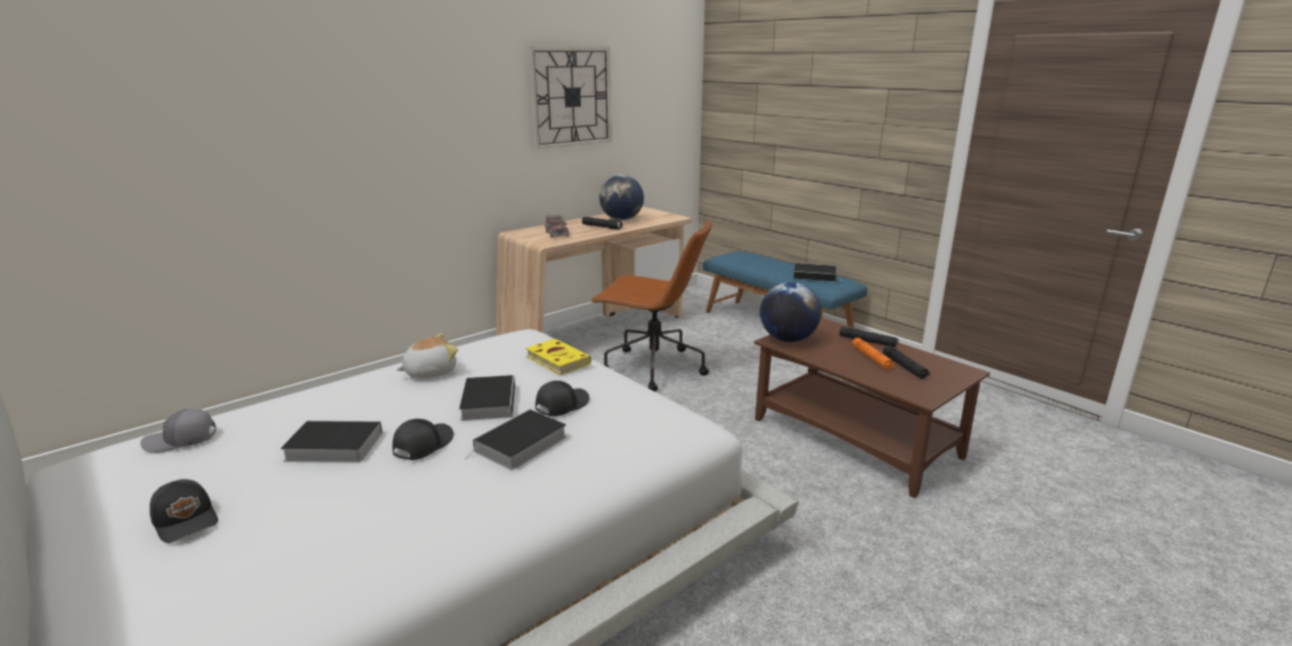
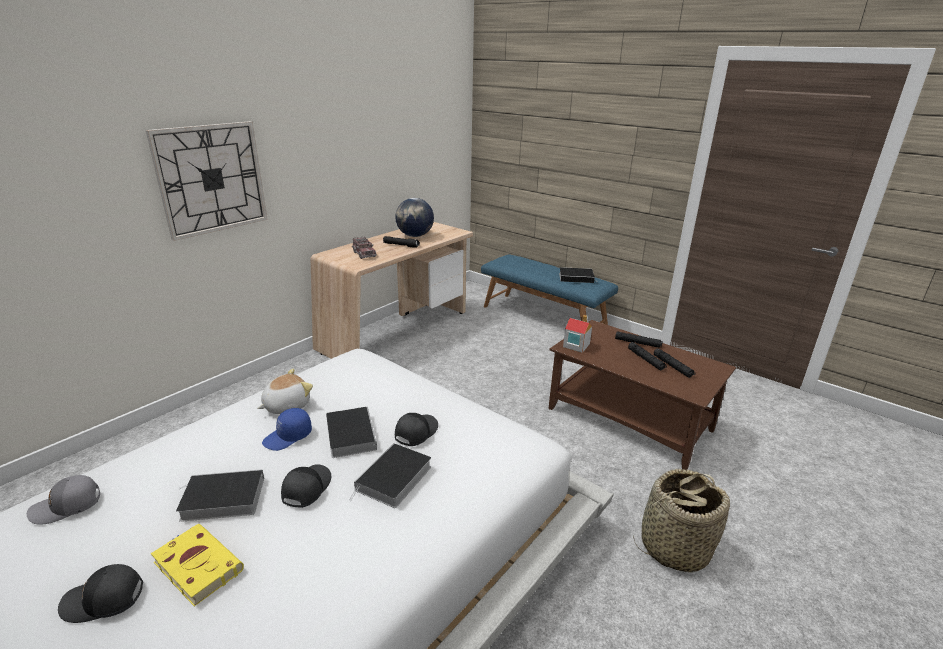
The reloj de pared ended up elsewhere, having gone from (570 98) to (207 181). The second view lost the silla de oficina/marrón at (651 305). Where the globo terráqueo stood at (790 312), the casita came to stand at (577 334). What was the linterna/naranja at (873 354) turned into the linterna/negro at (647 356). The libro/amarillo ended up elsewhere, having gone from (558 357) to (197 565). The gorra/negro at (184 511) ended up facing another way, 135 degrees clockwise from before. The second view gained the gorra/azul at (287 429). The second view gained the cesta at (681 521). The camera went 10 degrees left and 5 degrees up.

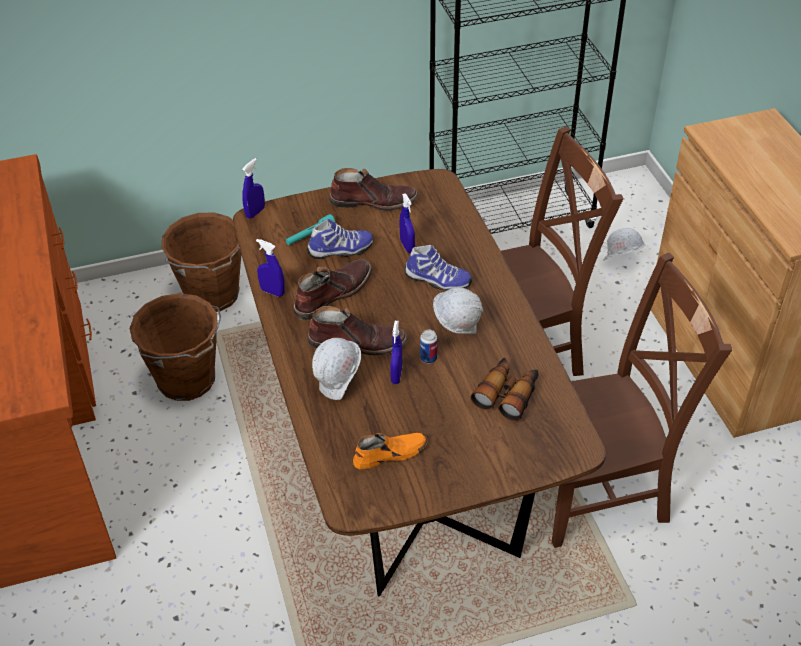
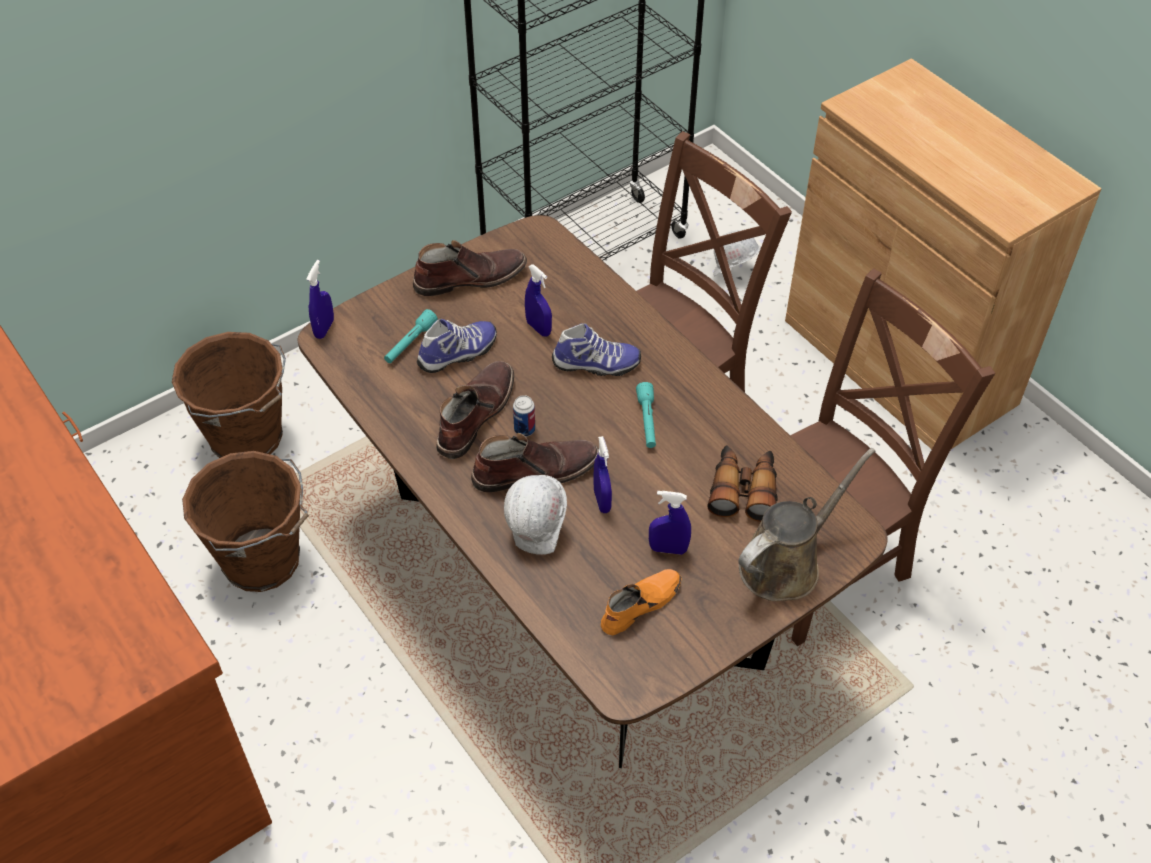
The pulverizador/azul ended up elsewhere, having gone from (270 268) to (670 523). Where the casco/blanco stood at (458 310), the linterna/turquesa came to stand at (646 415). The lata ended up elsewhere, having gone from (429 346) to (524 416). The second view gained the regadera/marrón at (806 524). The camera went 20 degrees left and 5 degrees up.

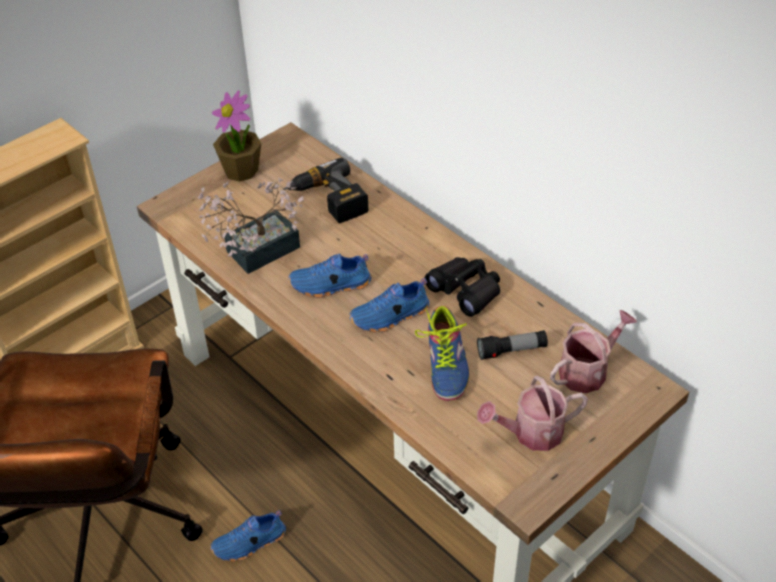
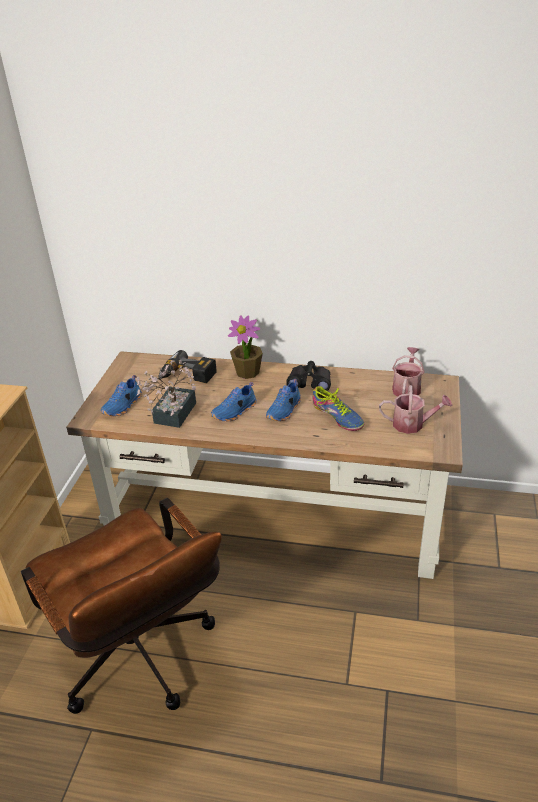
The planta en maceta ended up elsewhere, having gone from (236 136) to (245 347). The second view lost the linterna at (512 345). The regadera at (532 413) ended up facing another way, 120 degrees counterclockwise from before. The zapato/azul ended up elsewhere, having gone from (248 536) to (121 395). The camera went 35 degrees left and 10 degrees down.

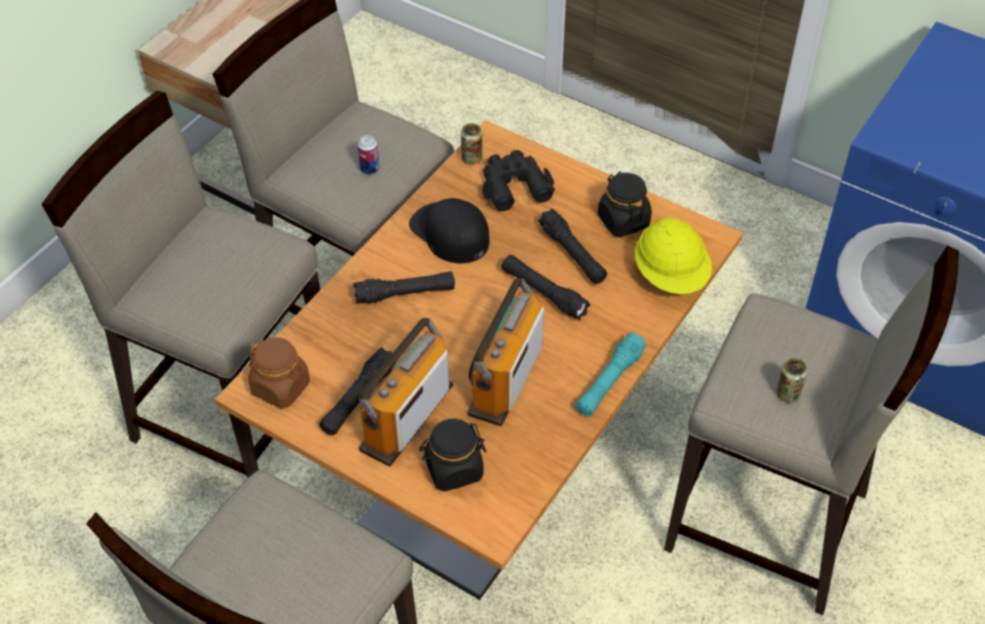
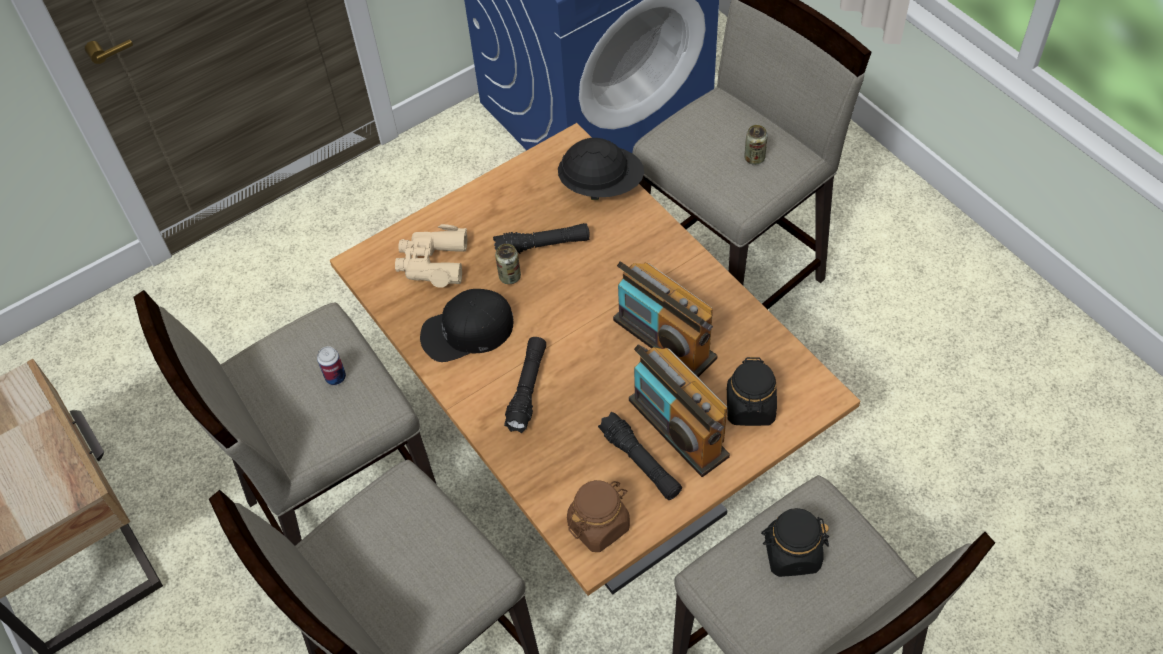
The lata ended up elsewhere, having gone from (471 143) to (508 264). What was the prismáticos/negro at (518 180) turned into the prismáticos/beis at (431 256). The tarro/negro ended up elsewhere, having gone from (625 204) to (795 542). What was the casco/amarillo at (673 255) turned into the casco/negro at (601 169). The second view lost the linterna/negro at (546 288). The second view lost the linterna/turquesa at (611 374). The camera went 65 degrees left and 5 degrees up.

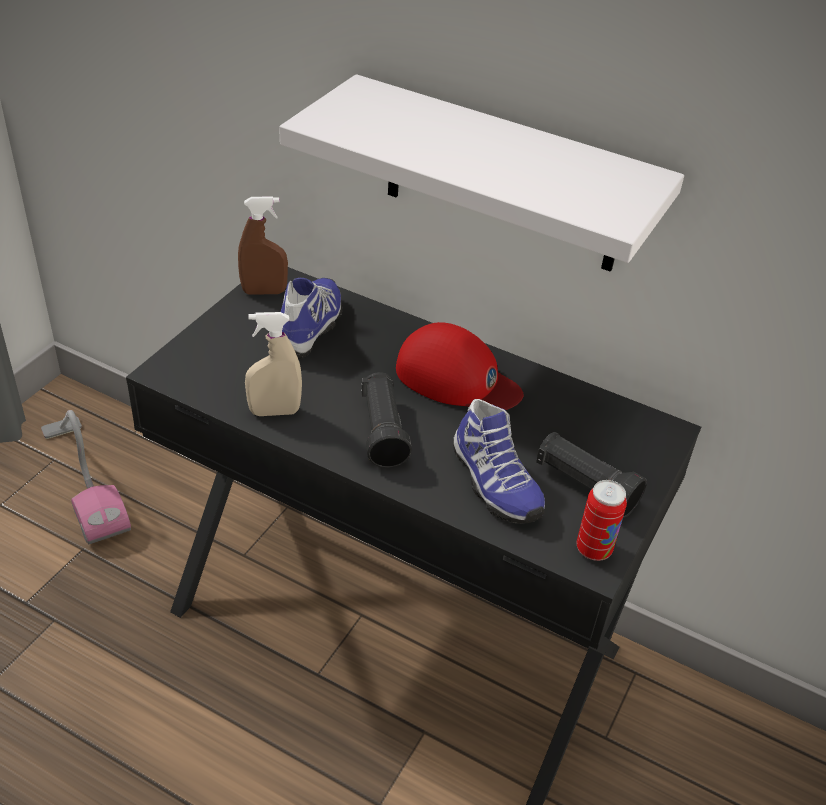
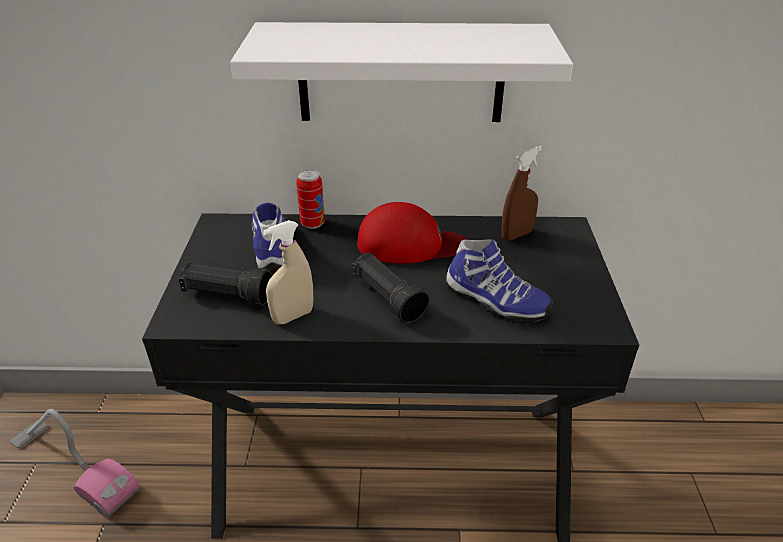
The pulverizador/marrón ended up elsewhere, having gone from (263 245) to (521 193). The linterna/negro ended up elsewhere, having gone from (591 475) to (225 284). The lata ended up elsewhere, having gone from (602 520) to (310 199). The camera went 25 degrees left and 5 degrees down.

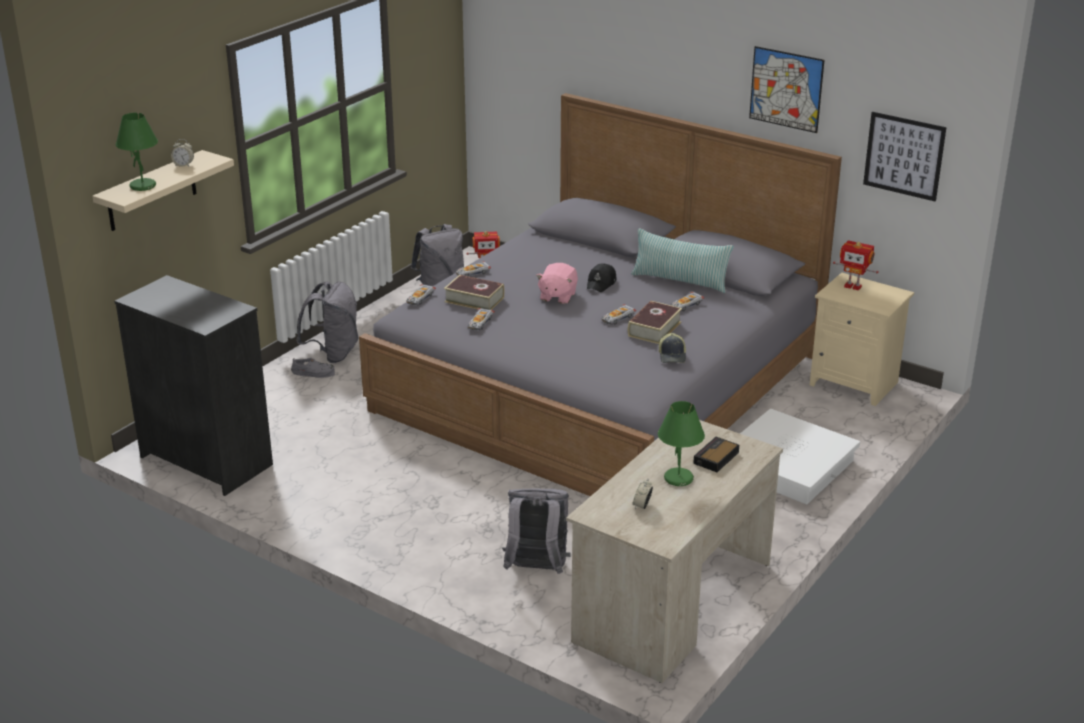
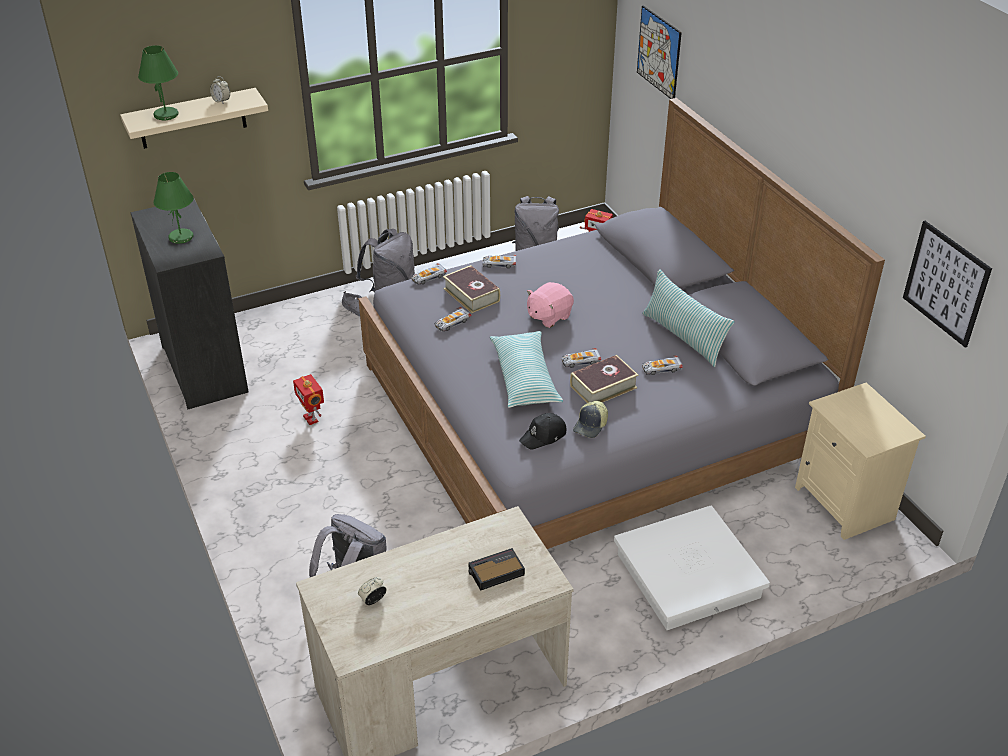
The cuadro ended up elsewhere, having gone from (786 89) to (659 52). The robot de juguete ended up elsewhere, having gone from (856 265) to (308 399). The gorra/negro ended up elsewhere, having gone from (602 278) to (542 431). The lámpara de mesa/verde ended up elsewhere, having gone from (681 443) to (173 208). The second view gained the cojín at (526 369). The camera went 30 degrees right and 10 degrees up.

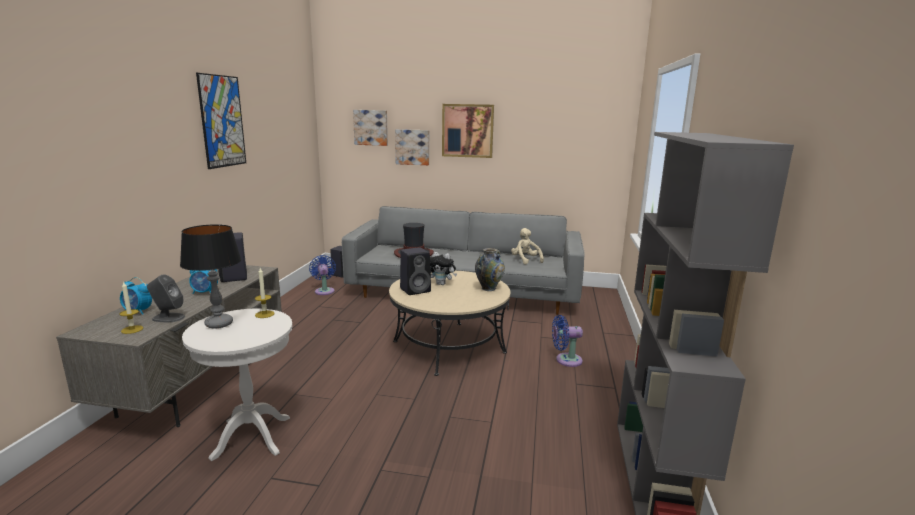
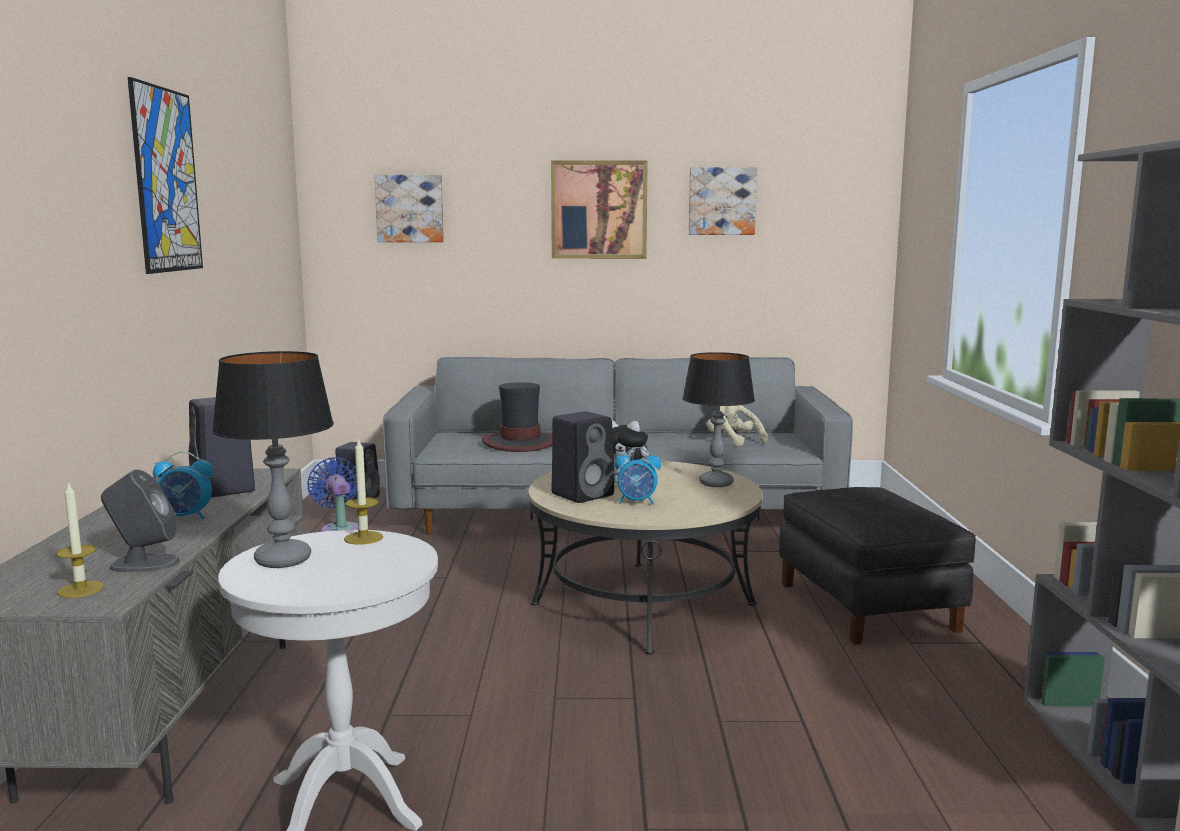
The cuadro ended up elsewhere, having gone from (412 147) to (723 201). Where the florero stood at (490 269), the lámpara de mesa came to stand at (718 419). The despertador ended up elsewhere, having gone from (136 296) to (638 475). Where the ventilador/azul stood at (567 341), the puf/negro came to stand at (877 566). The camera went 10 degrees left and 5 degrees down.

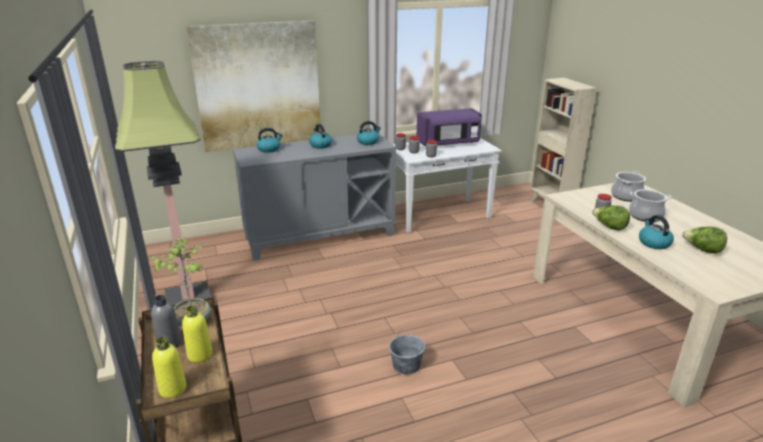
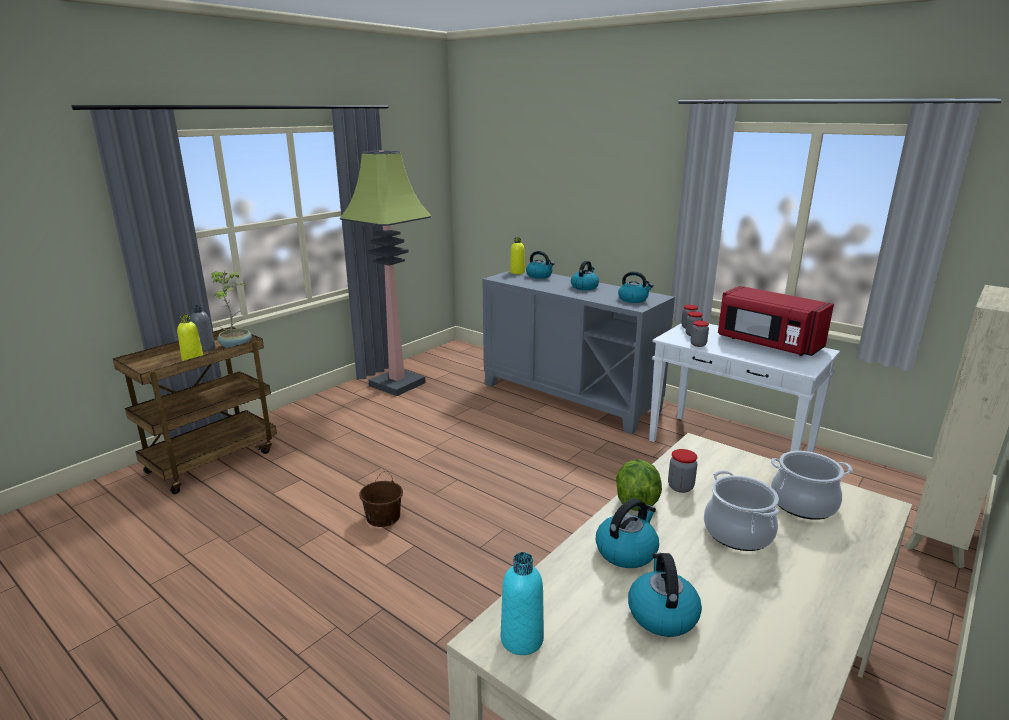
The second view lost the cuadro at (253 86). What was the microondas/morado at (449 127) turned into the microondas/rojo at (776 321). Where the lechuga stood at (704 240), the hervidor came to stand at (665 595). What was the cubo/gris at (407 351) turned into the cubo/marrón at (381 499). The botella/amarillo ended up elsewhere, having gone from (169 367) to (517 255). The second view gained the botella/turquesa at (522 603). The camera went 60 degrees right and 5 degrees down.

